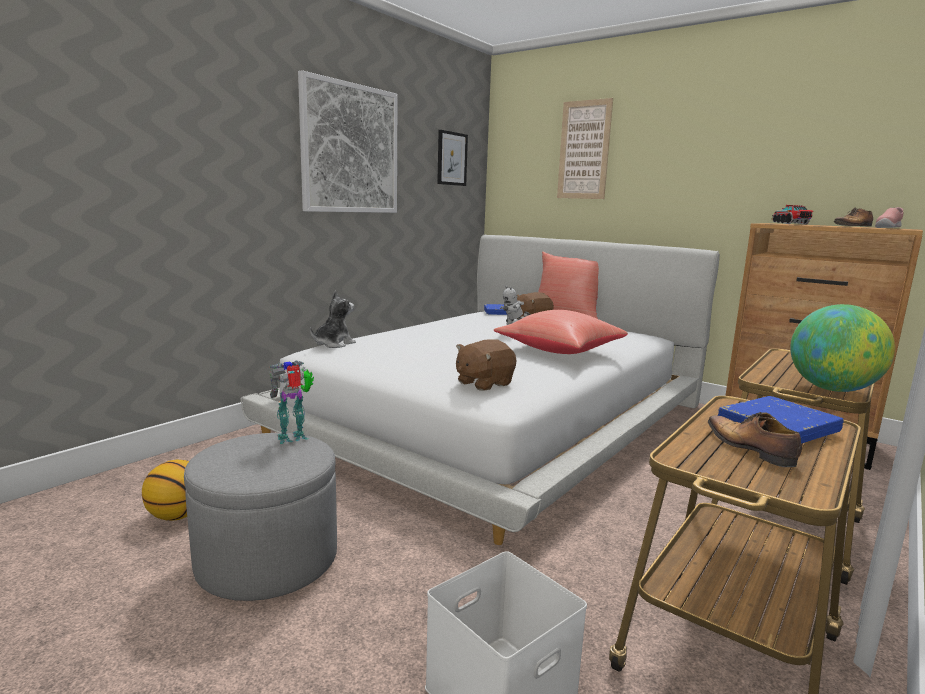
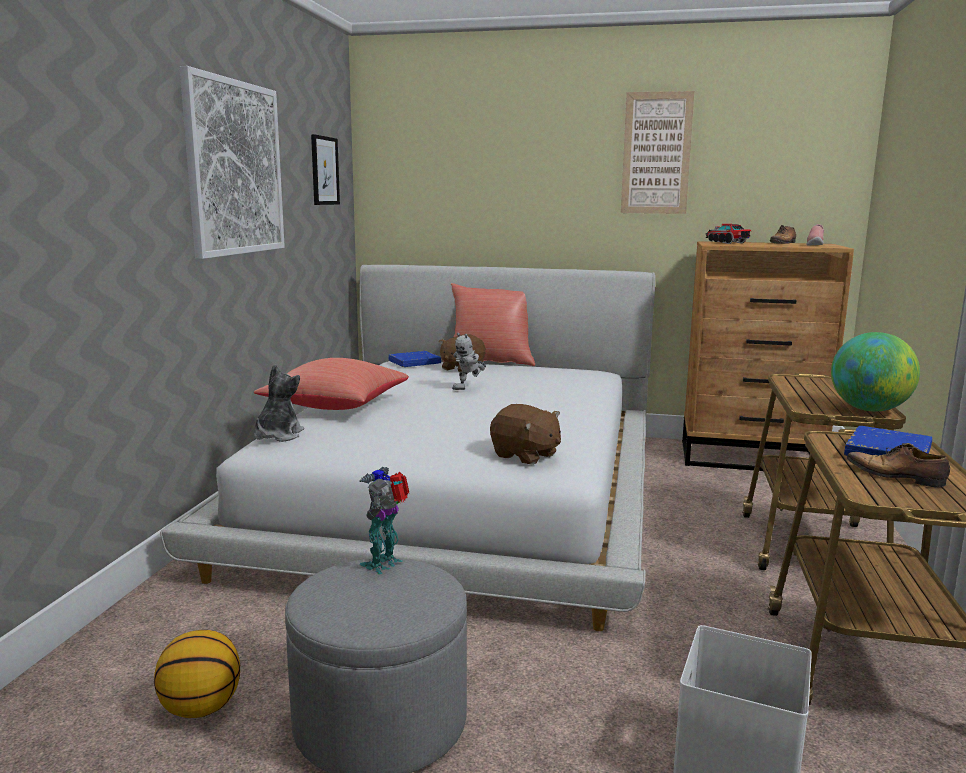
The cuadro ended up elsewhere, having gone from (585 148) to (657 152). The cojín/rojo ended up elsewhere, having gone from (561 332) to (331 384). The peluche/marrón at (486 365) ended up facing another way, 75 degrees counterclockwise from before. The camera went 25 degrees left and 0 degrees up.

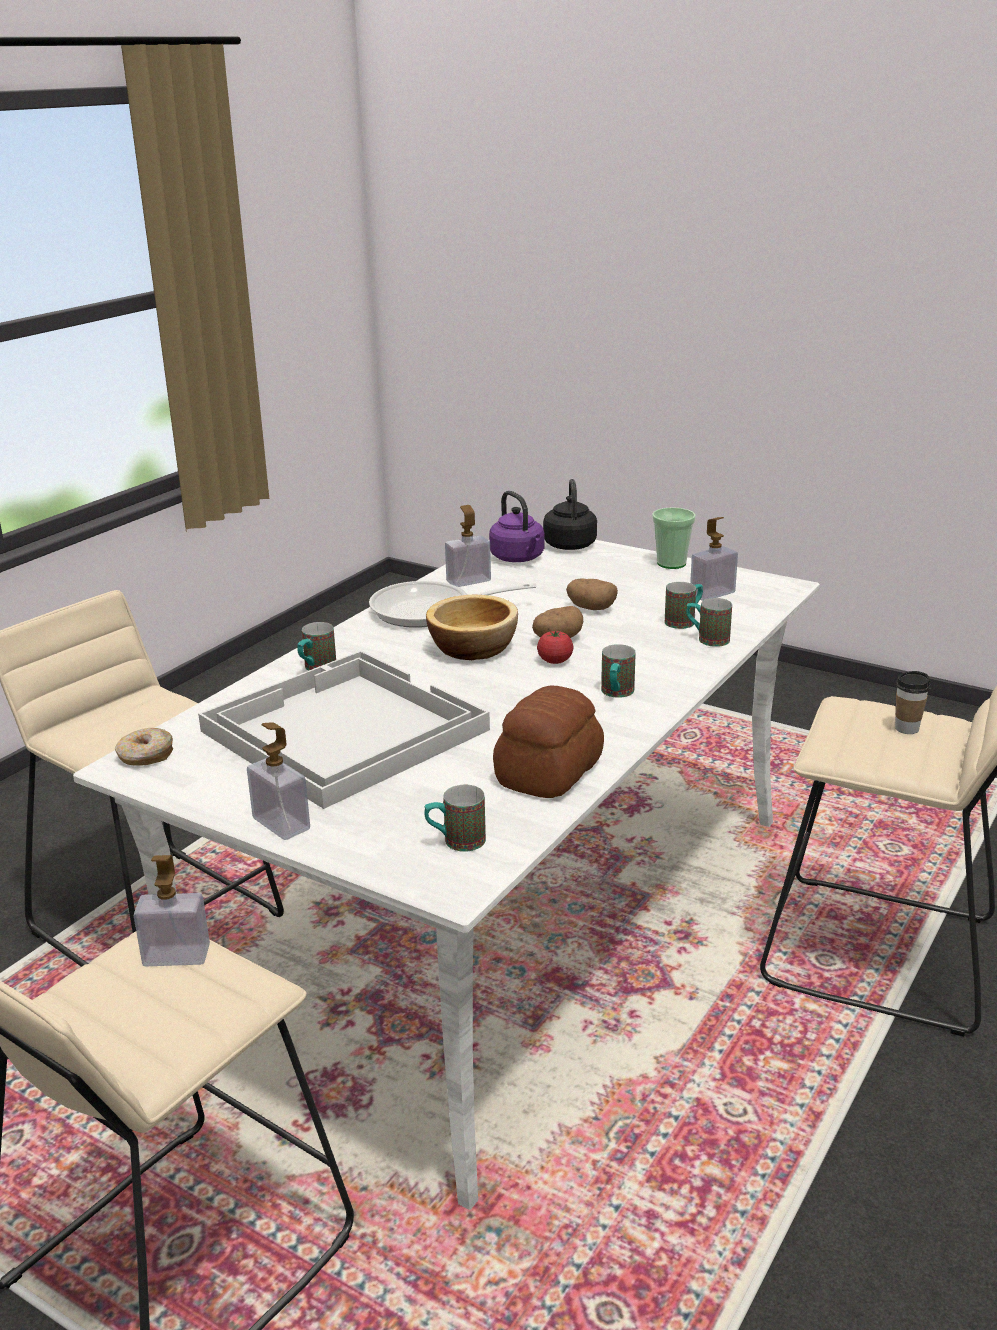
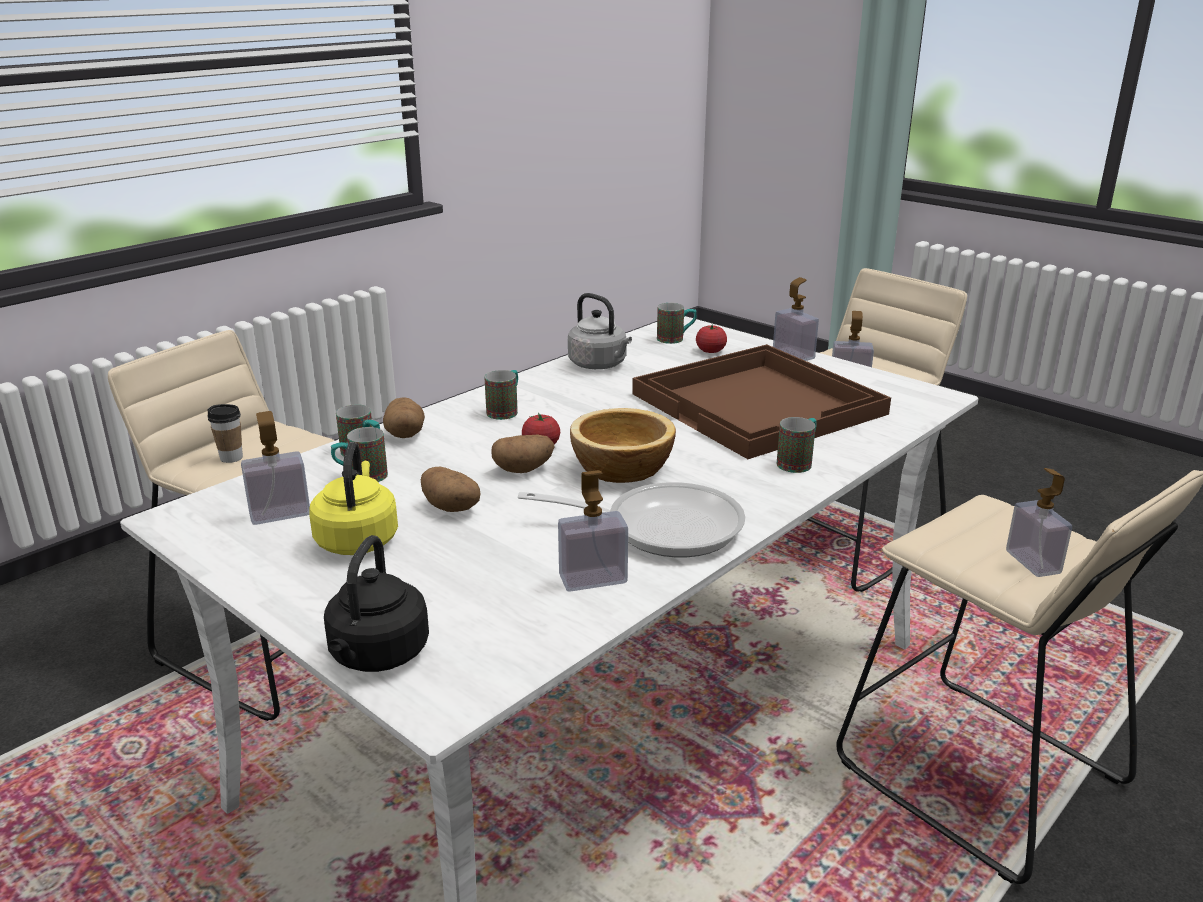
The second view lost the hervidor/morado at (517 526). The second view lost the taza at (674 538). What was the bandeja/blanco at (344 730) turned into the bandeja/marrón at (761 401). Where the pan stood at (548 742), the hervidor/gris came to stand at (600 331). The second view lost the rosquilla at (144 747). The second view gained the tomate at (711 339). The second view gained the patata at (404 417). The second view gained the hervidor/amarillo at (353 498). The second view gained the dispensador de jabón at (1039 522). The camera went 170 degrees left and 0 degrees up.

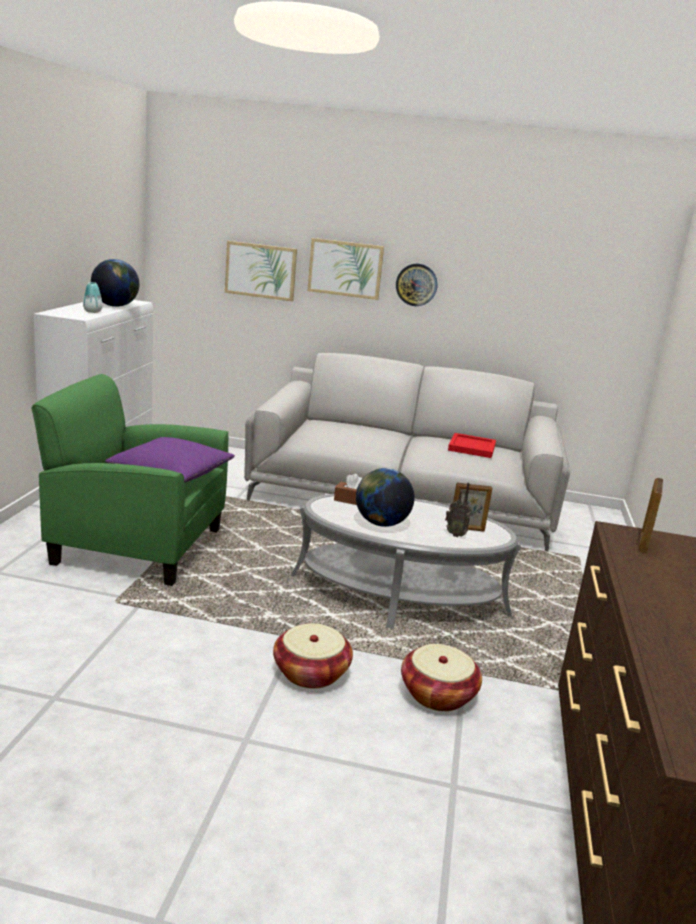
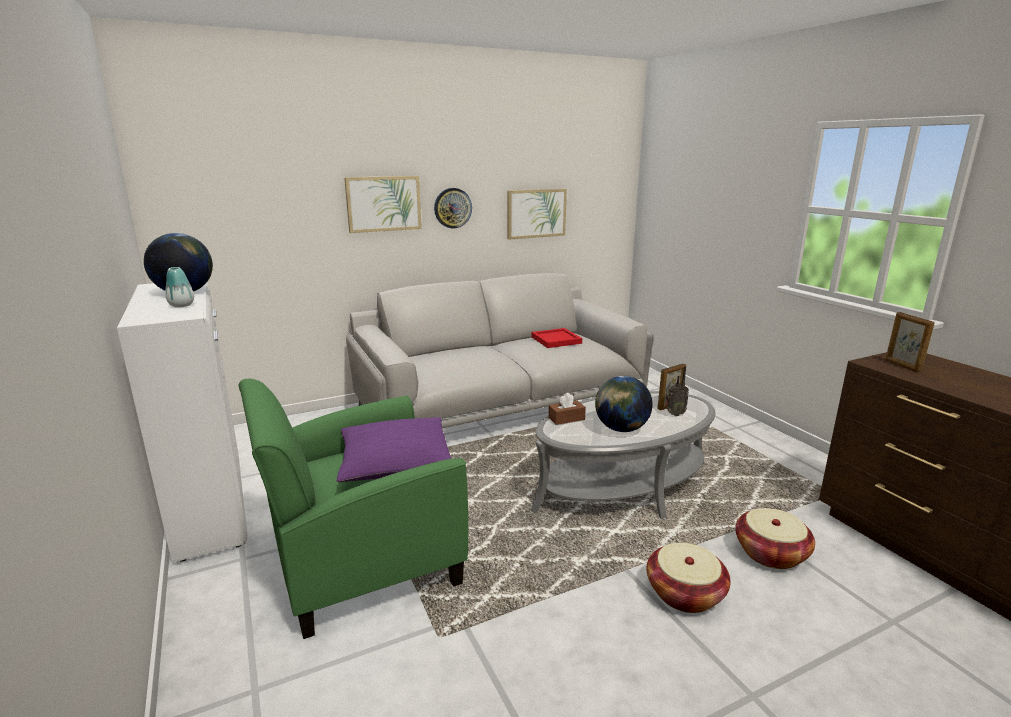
The cuadro ended up elsewhere, having gone from (261 271) to (537 214). The camera went 35 degrees left and 0 degrees up.

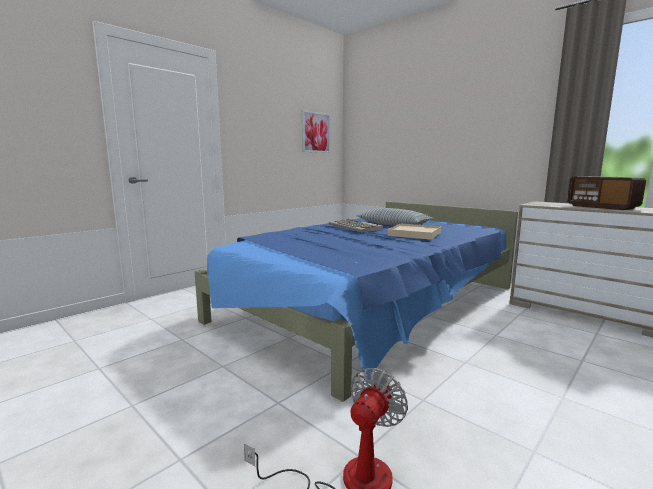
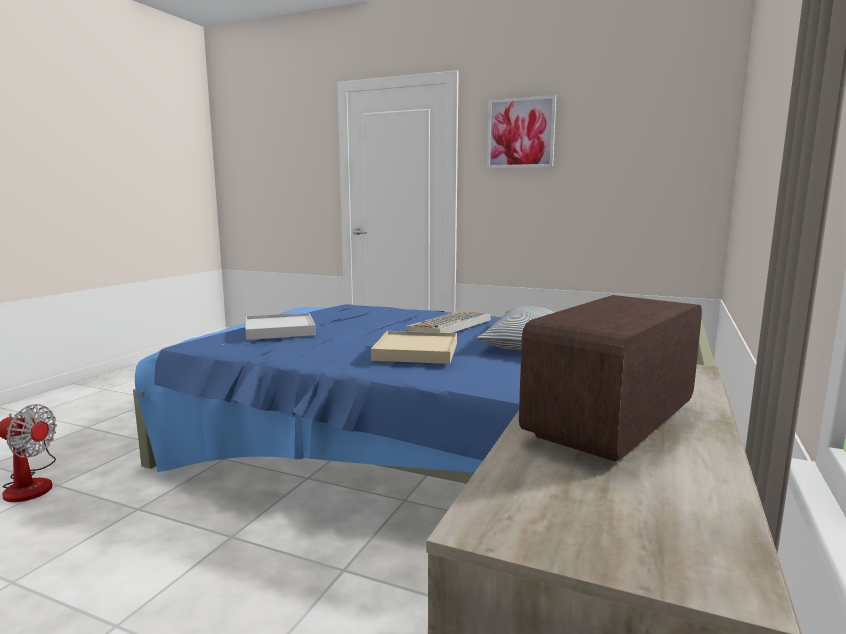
The cuadro ended up elsewhere, having gone from (316 131) to (521 132). The second view gained the bandeja/blanco at (280 326). The camera went 70 degrees right and 0 degrees up.

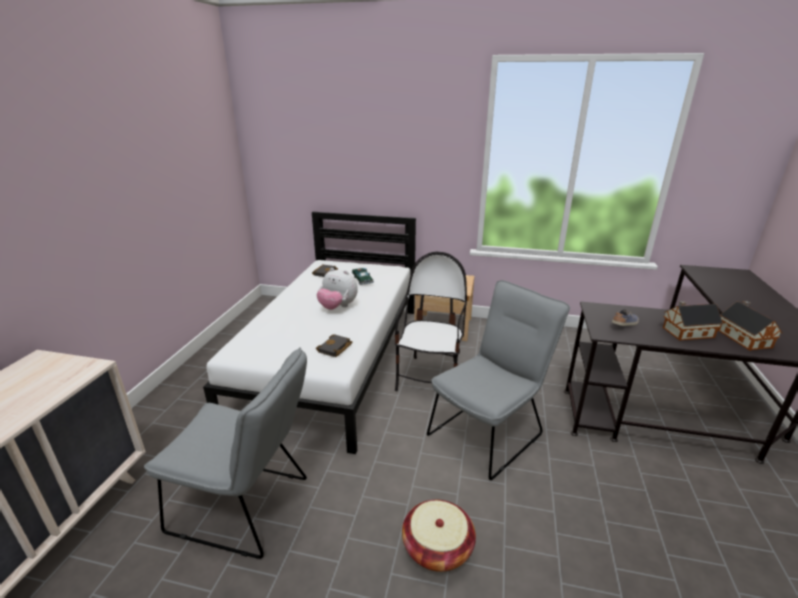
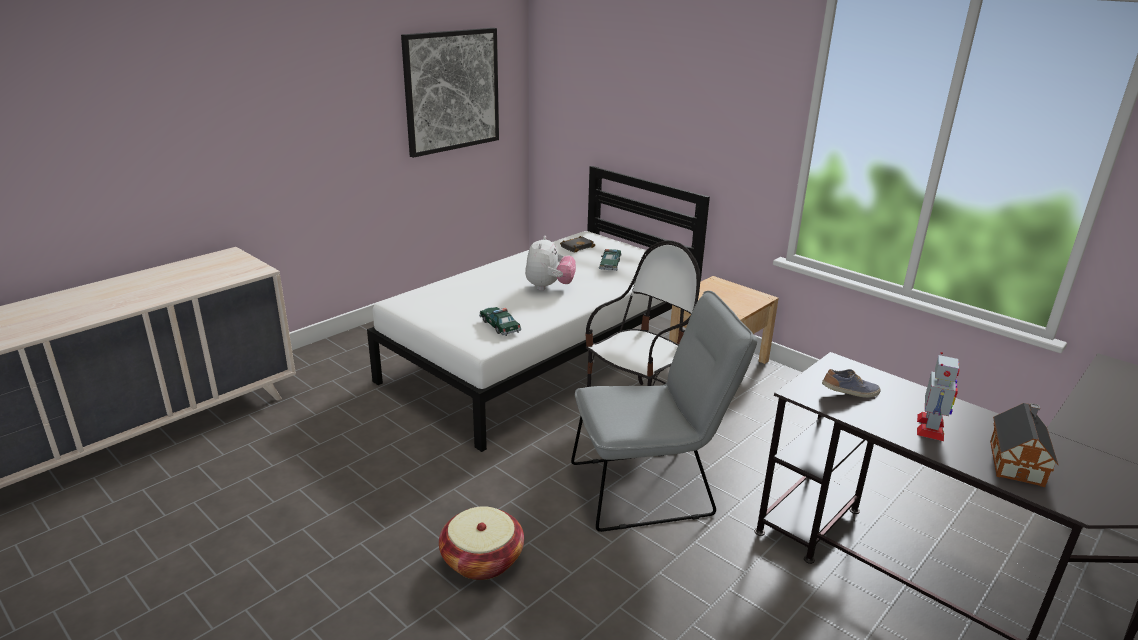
The peluche at (337 289) ended up facing another way, 135 degrees counterclockwise from before. Where the casita stood at (693 321), the robot de juguete came to stand at (938 396). Where the libro/negro stood at (334 345), the coche de juguete came to stand at (500 321). The second view lost the silla/gris at (225 453). The second view gained the cuadro at (450 93). The camera went 30 degrees right and 0 degrees up.

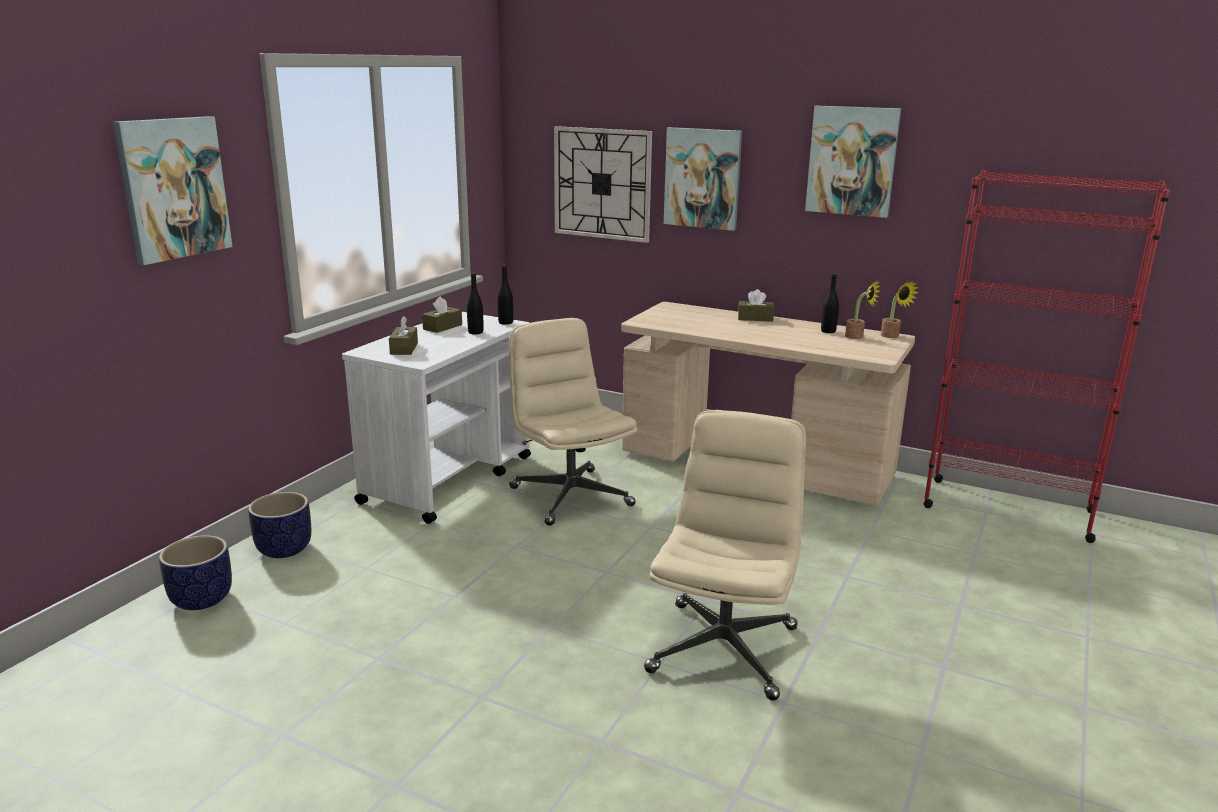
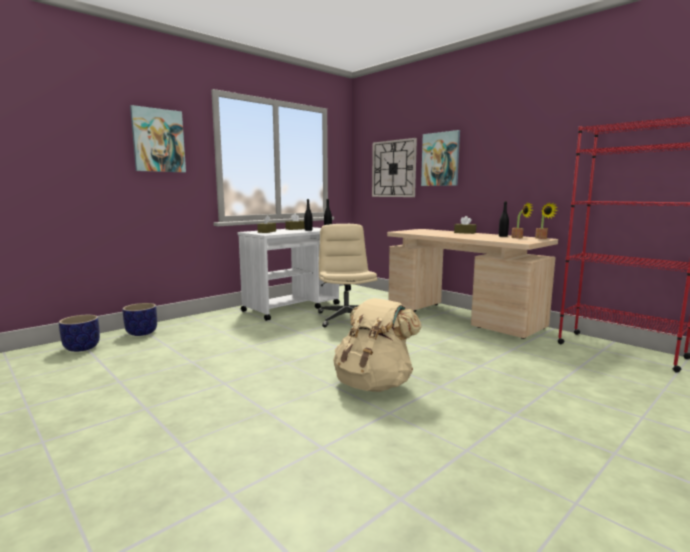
The second view lost the cuadro at (853 162). Where the silla de oficina/beis stood at (725 555), the mochila/beis came to stand at (377 345). The maceta ended up elsewhere, having gone from (279 525) to (79 333). The camera went 20 degrees right and 10 degrees down.

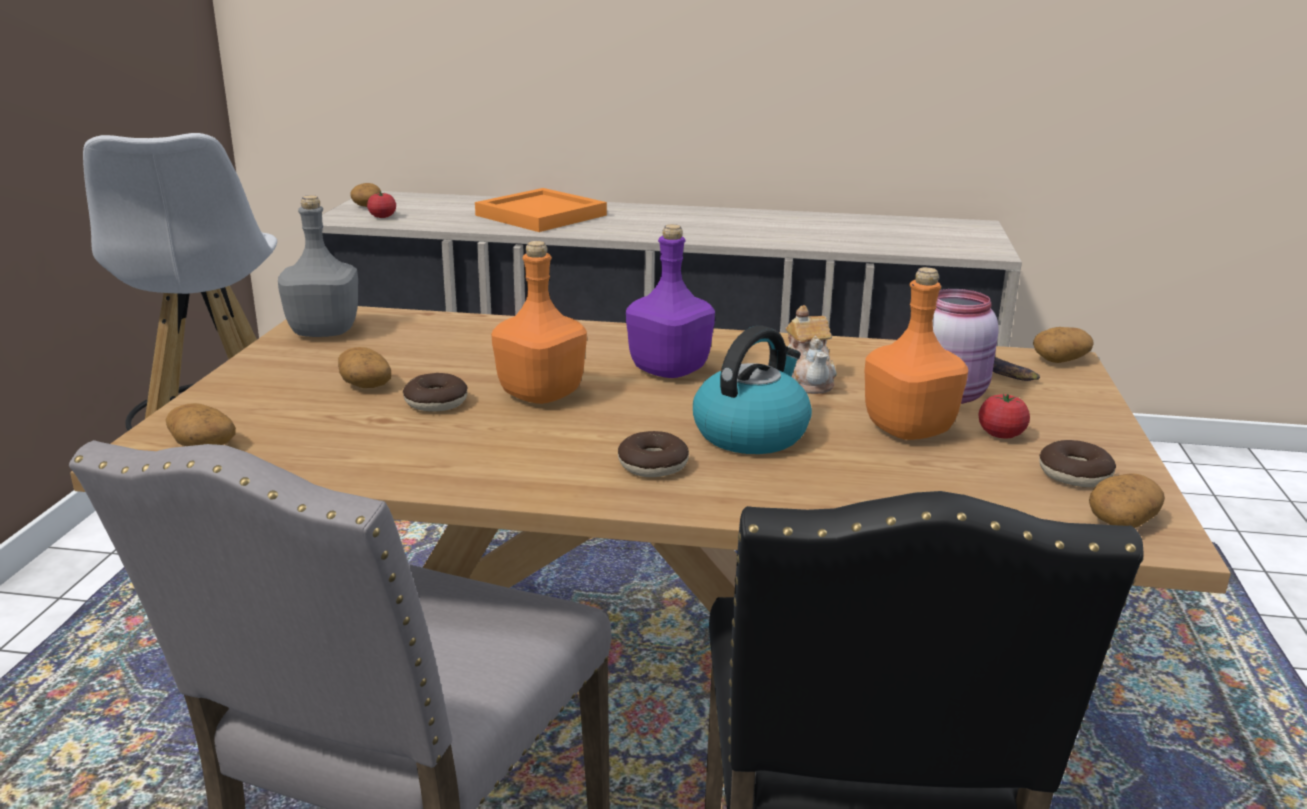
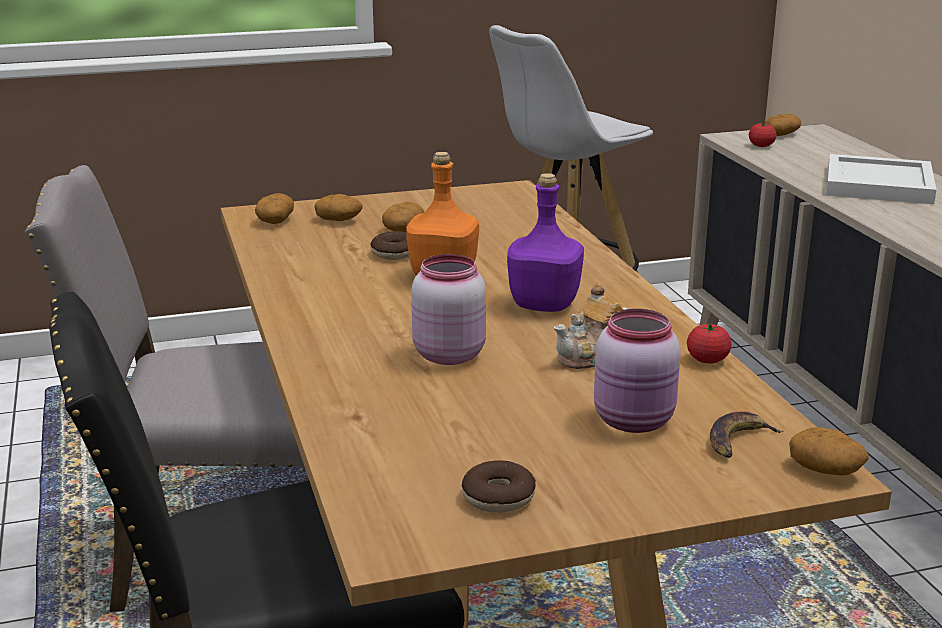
What was the bandeja/naranja at (541 210) turned into the bandeja/blanco at (881 179). The second view lost the botella/gris at (318 266). The second view lost the botella/naranja at (916 353). Where the hervidor stood at (752 390), the tarro/rosa came to stand at (448 309). The tomate ended up elsewhere, having gone from (1004 416) to (709 344). The second view lost the rosquilla at (653 454). The patata ended up elsewhere, having gone from (1127 500) to (338 207). The camera went 65 degrees right and 0 degrees up.

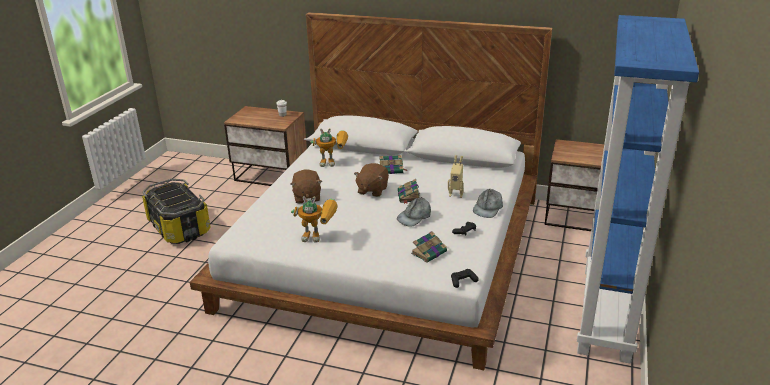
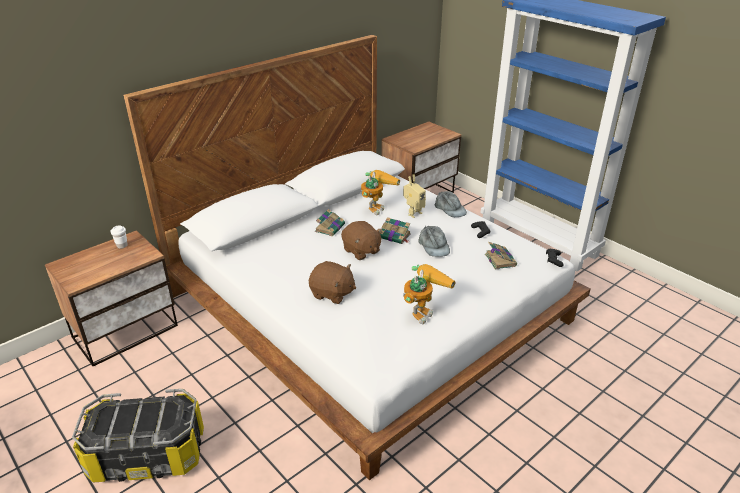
The robot de juguete ended up elsewhere, having gone from (329 147) to (380 192). The camera went 60 degrees left and 5 degrees up.

